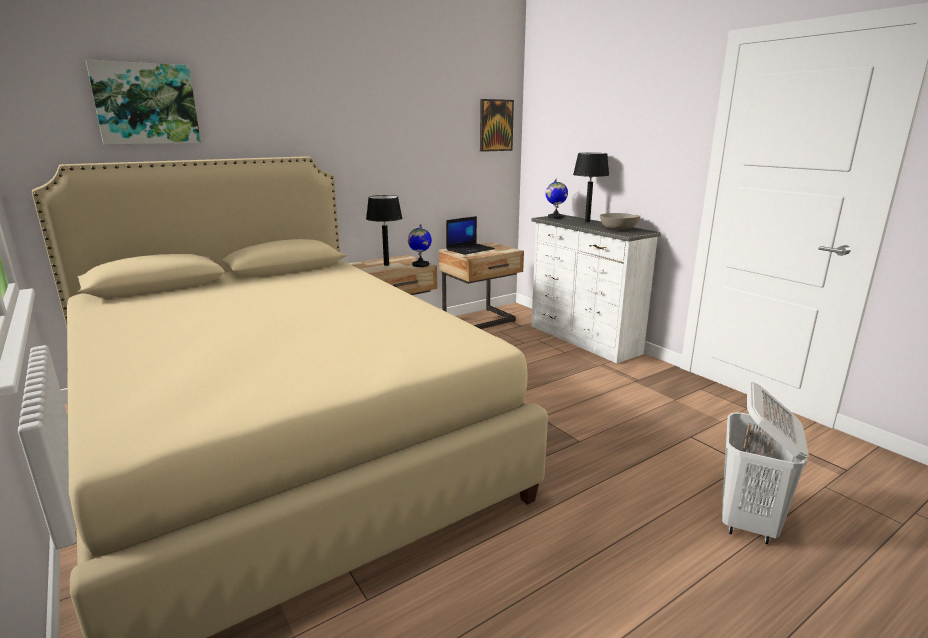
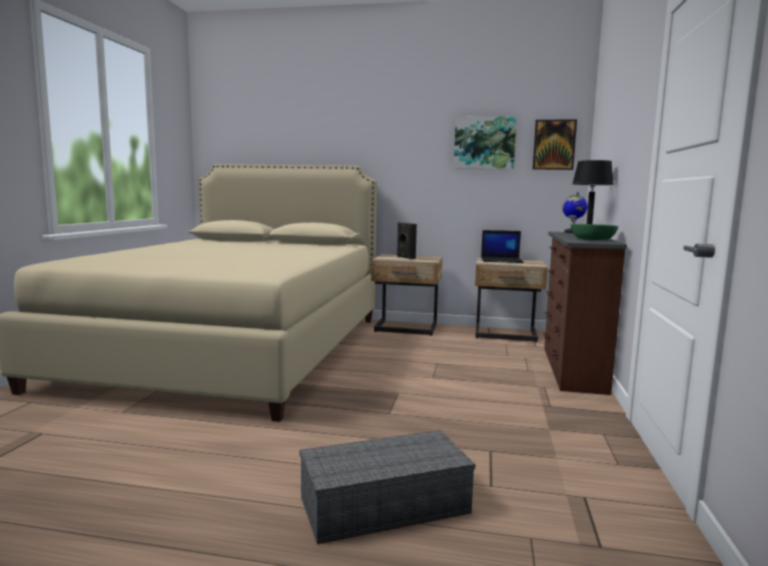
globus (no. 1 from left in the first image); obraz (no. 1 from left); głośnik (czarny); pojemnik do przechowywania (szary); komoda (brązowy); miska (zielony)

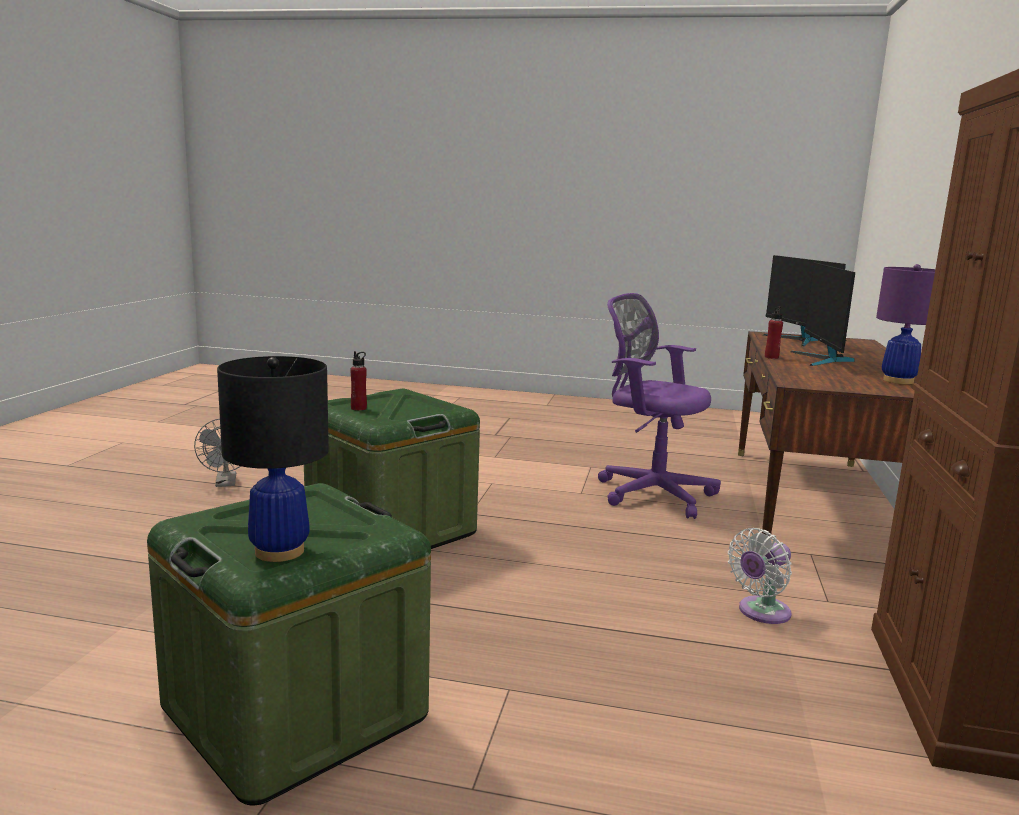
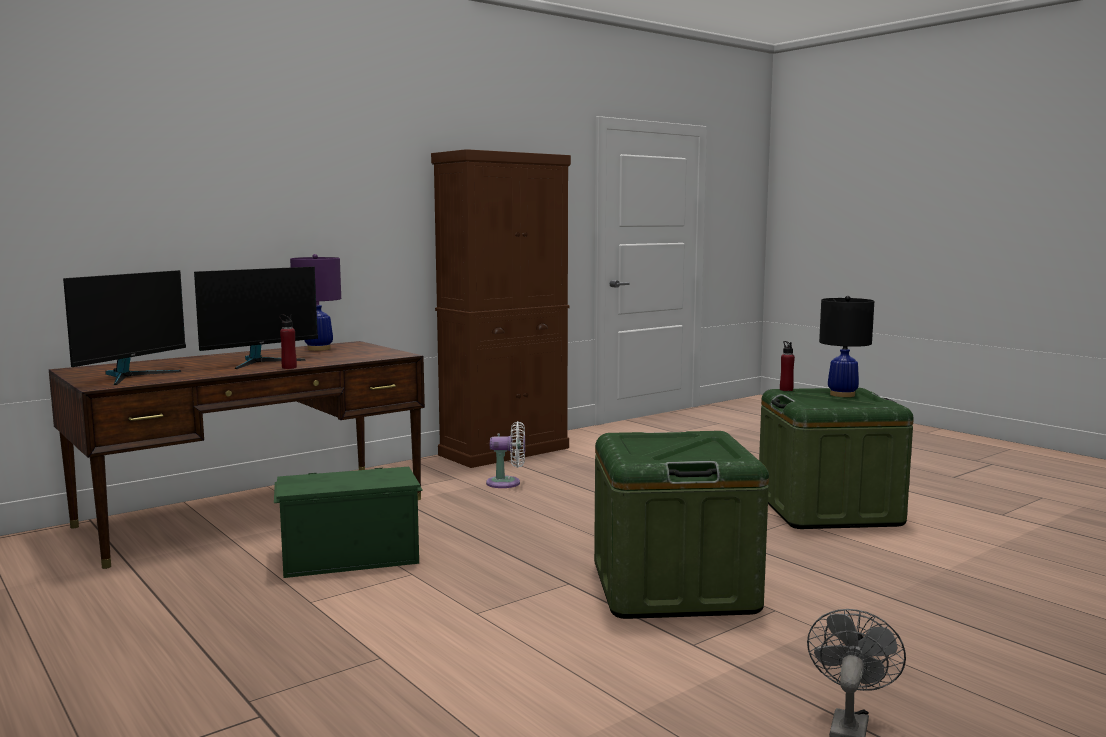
butelka (czerwony) (no. 2 from left); pojemnik do przechowywania (zielony) (no. 1 from left)

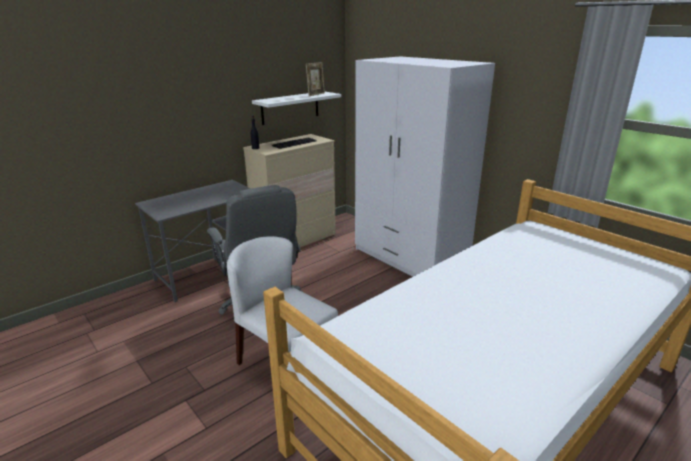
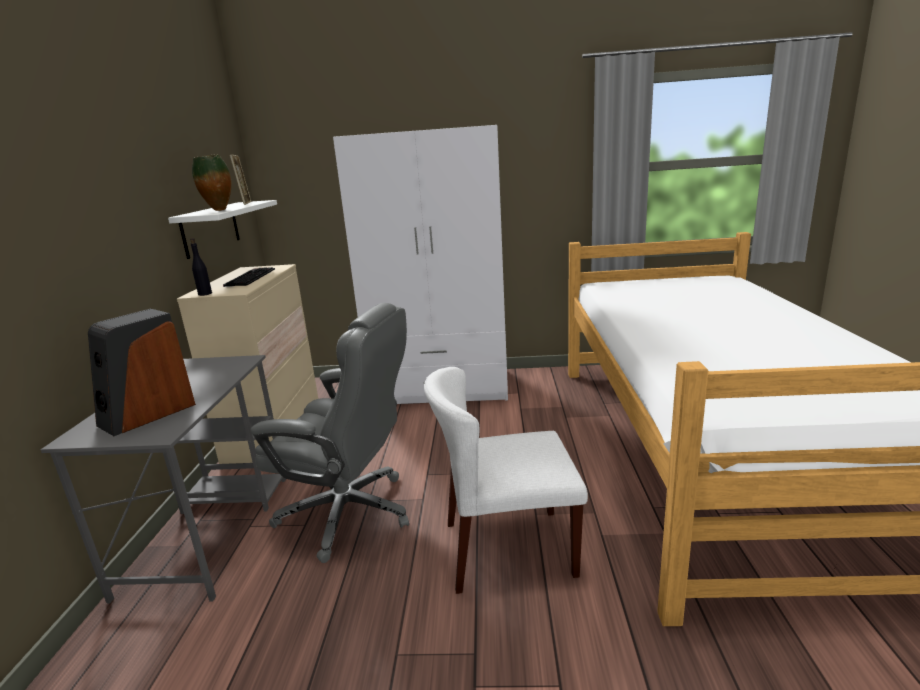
głośnik; wazon

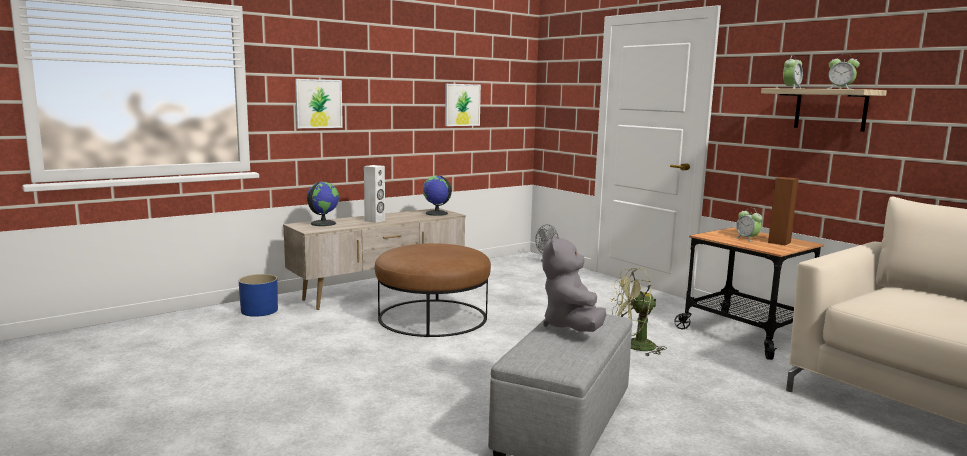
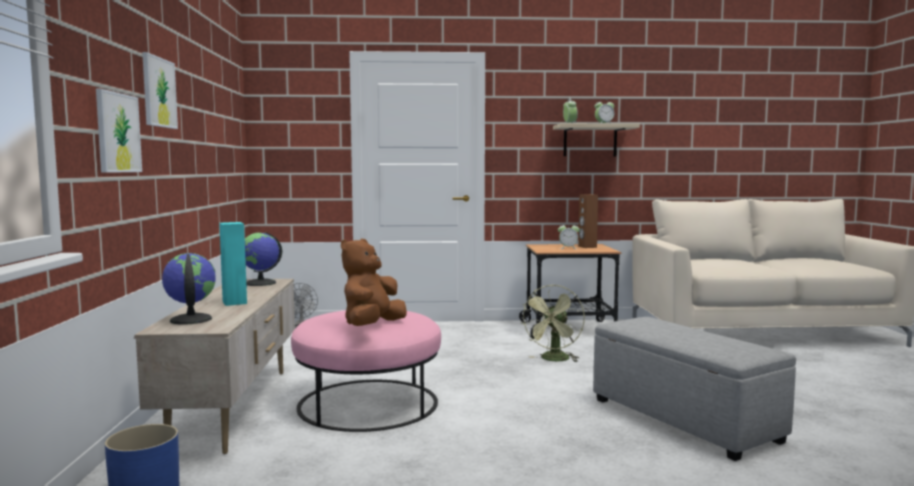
pluszak (szary); pluszak (brązowy); obraz (no. 2 from left); głośnik (turkusowy); pufa (różowy)

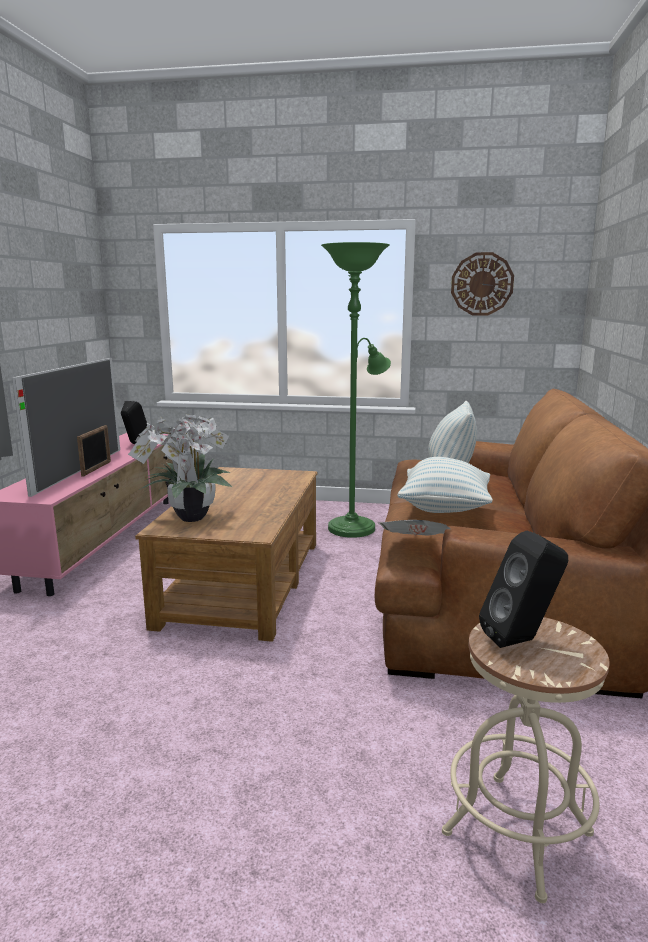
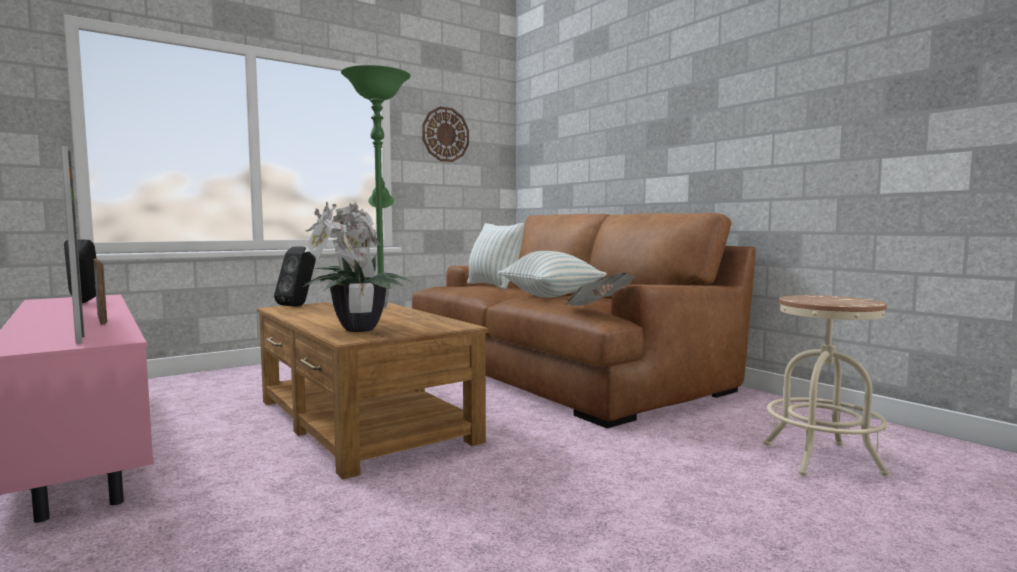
głośnik (czarny) (no. 2 from left)

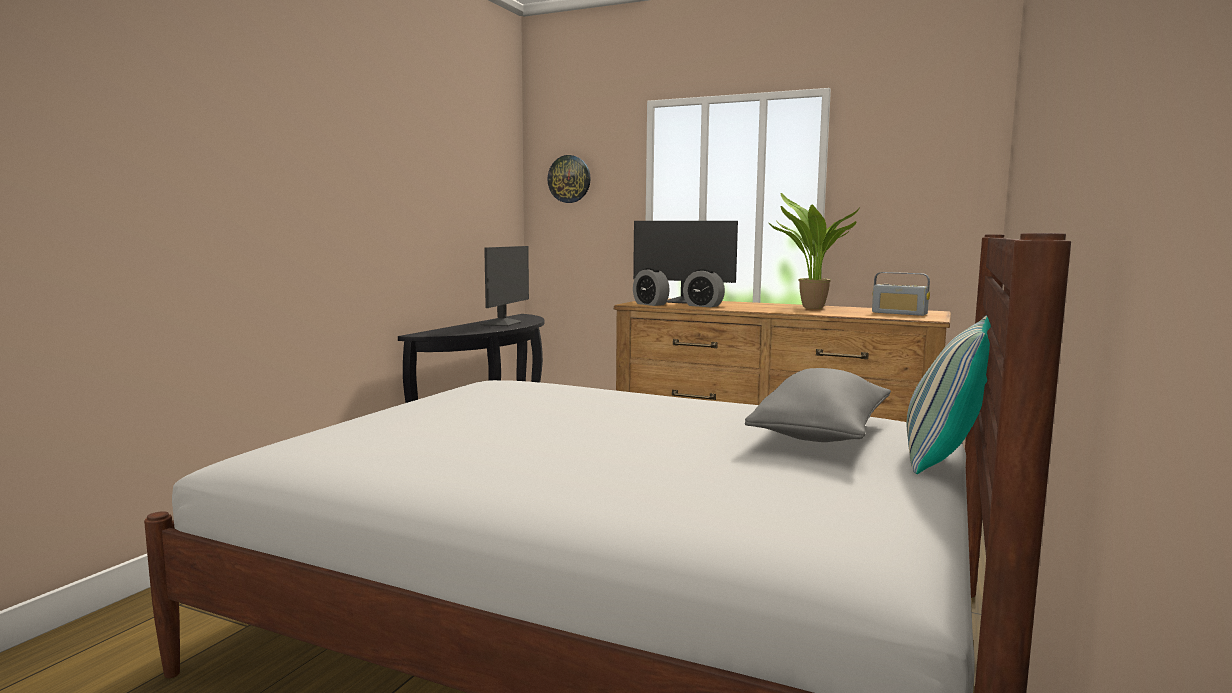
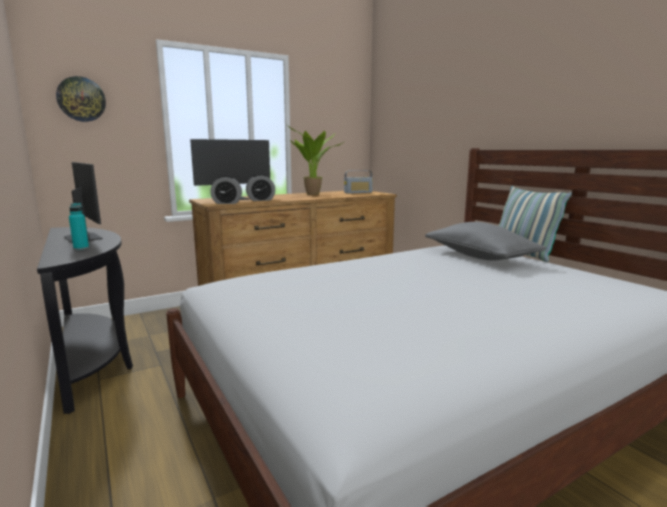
butelka (turkusowy)

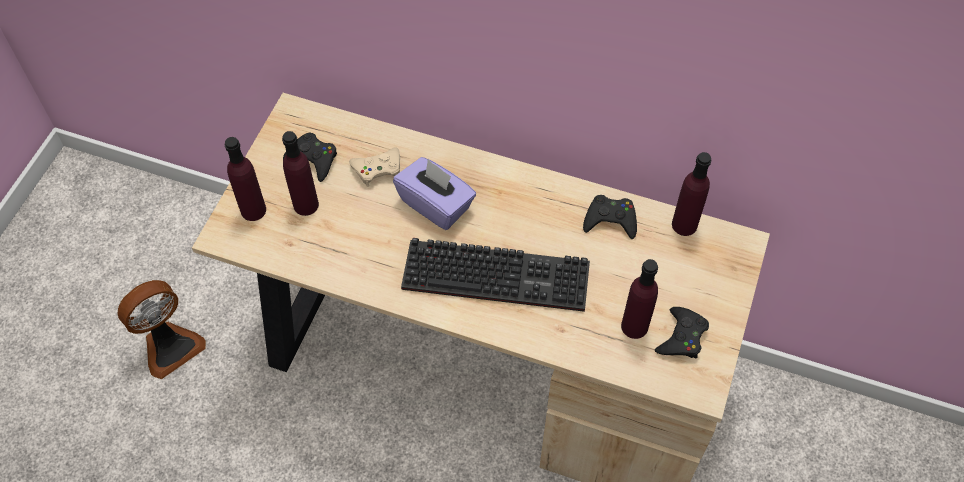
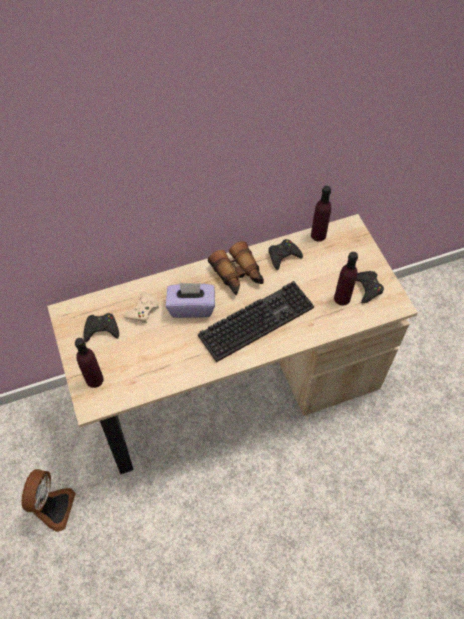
butelka (fioletowy) (no. 2 from left in the first image); lornetka

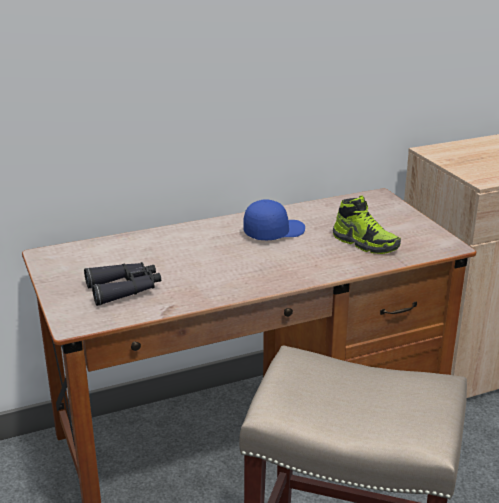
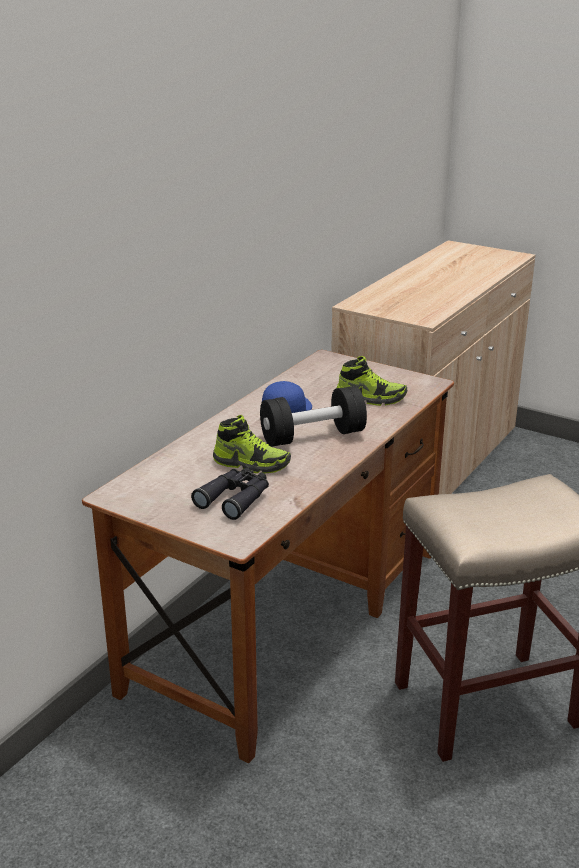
but (no. 1 from left); hantel (czarny)

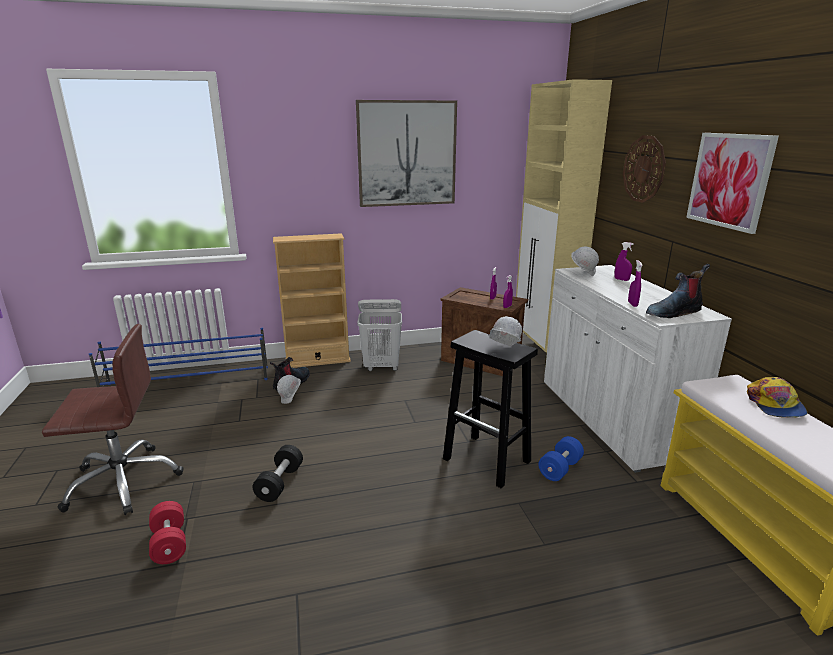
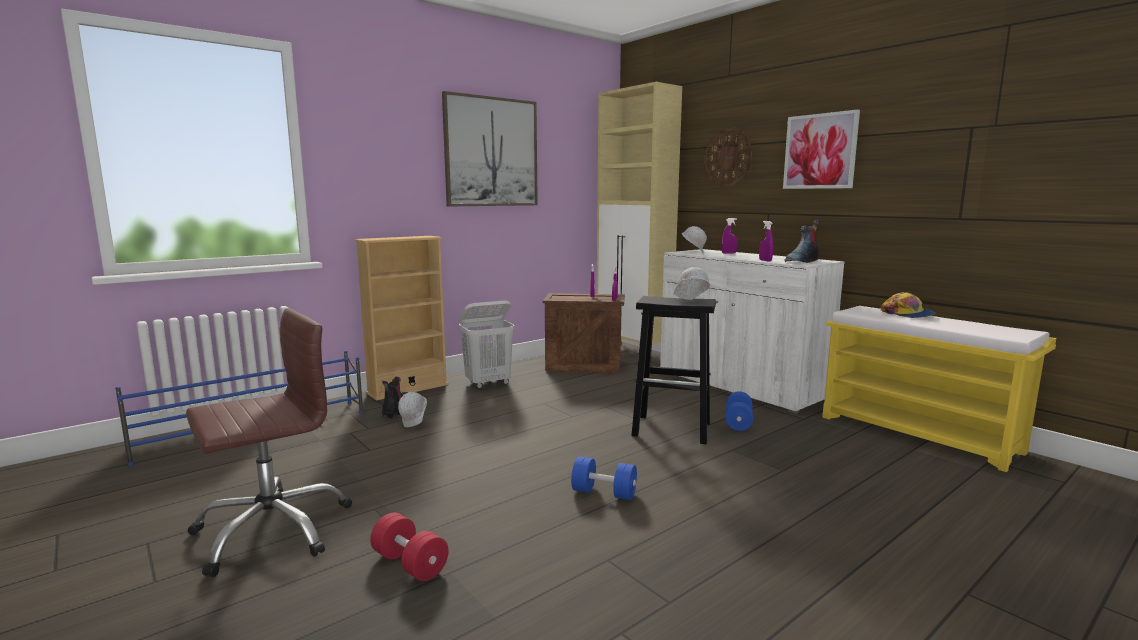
hantel (czarny); hantel (niebieski) (no. 1 from left)

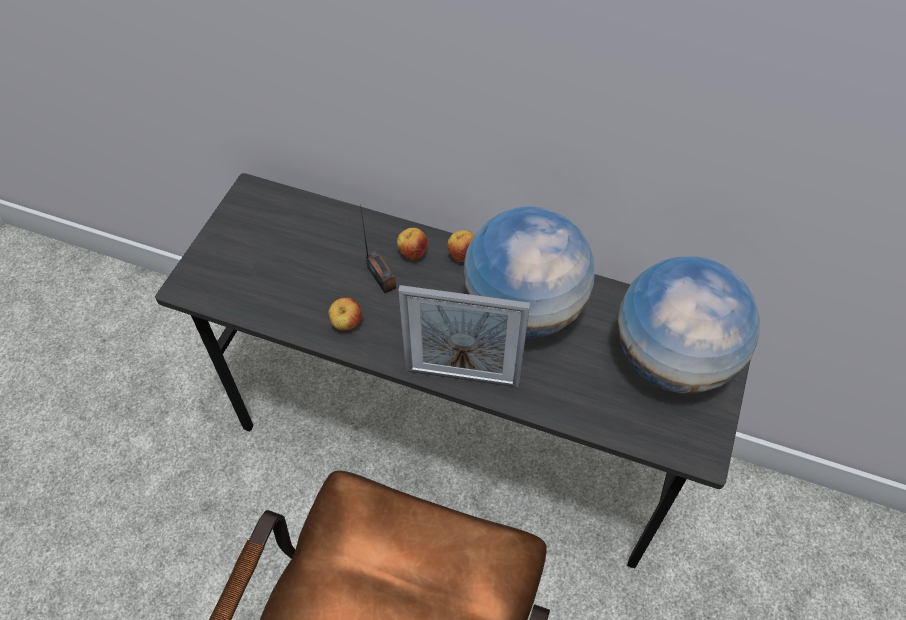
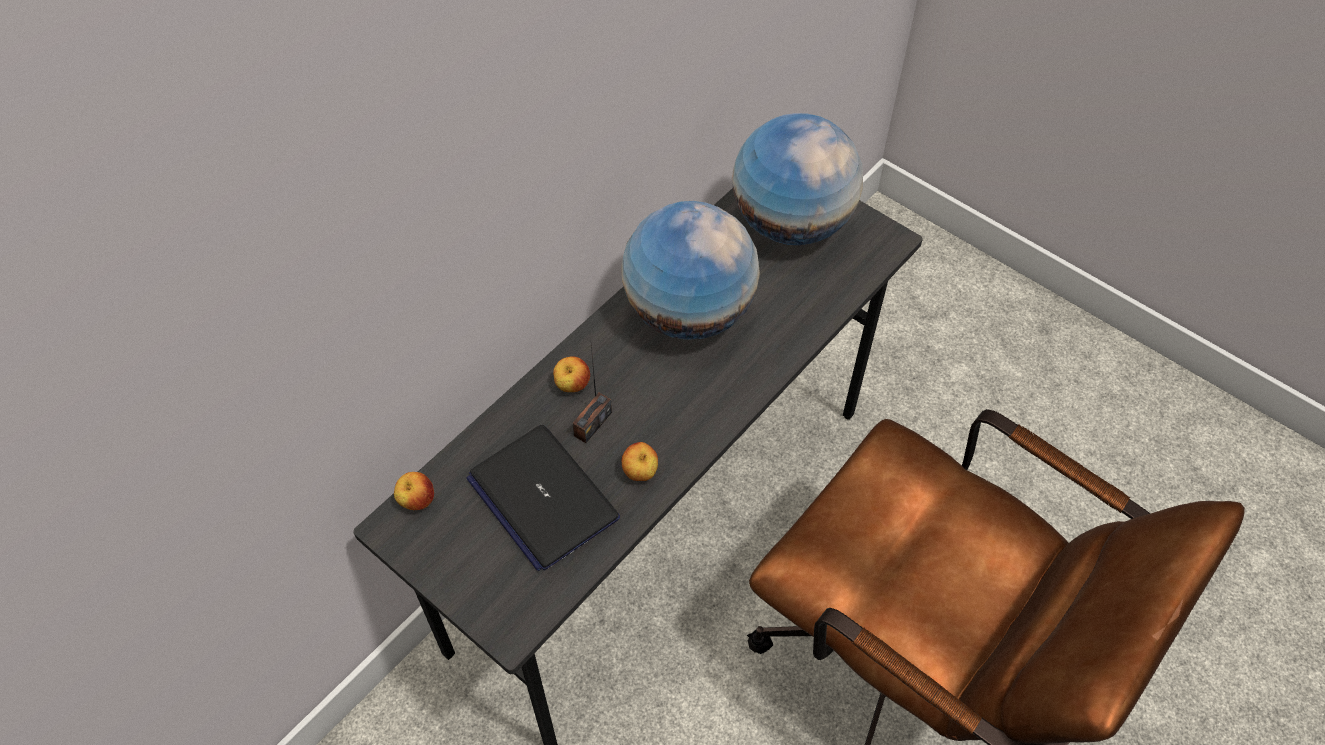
ramka na zdjęcie; laptop; jabłko (no. 1 from left); radio

